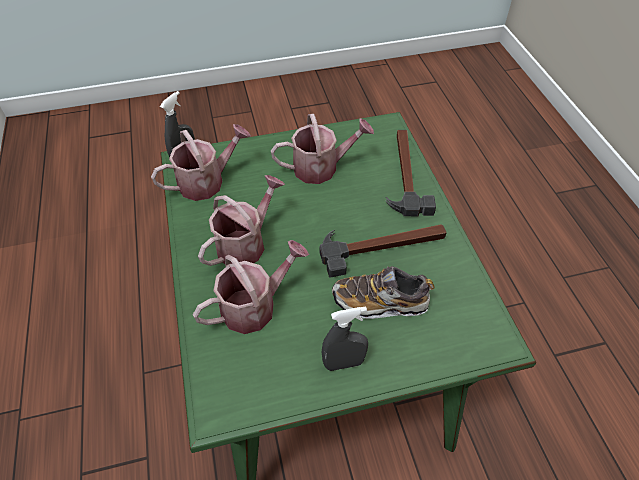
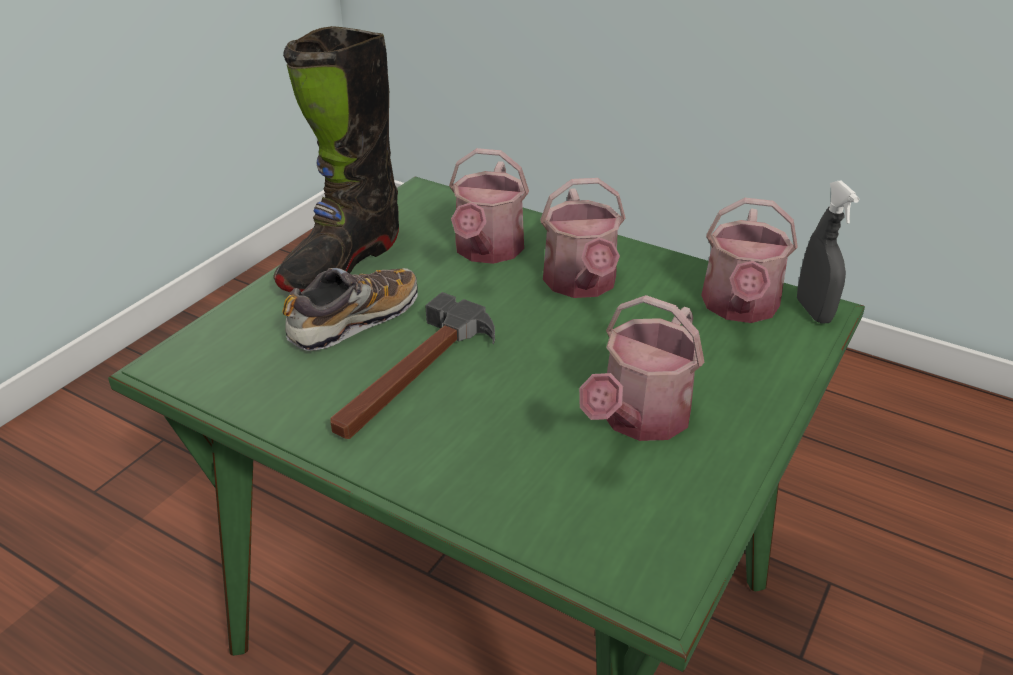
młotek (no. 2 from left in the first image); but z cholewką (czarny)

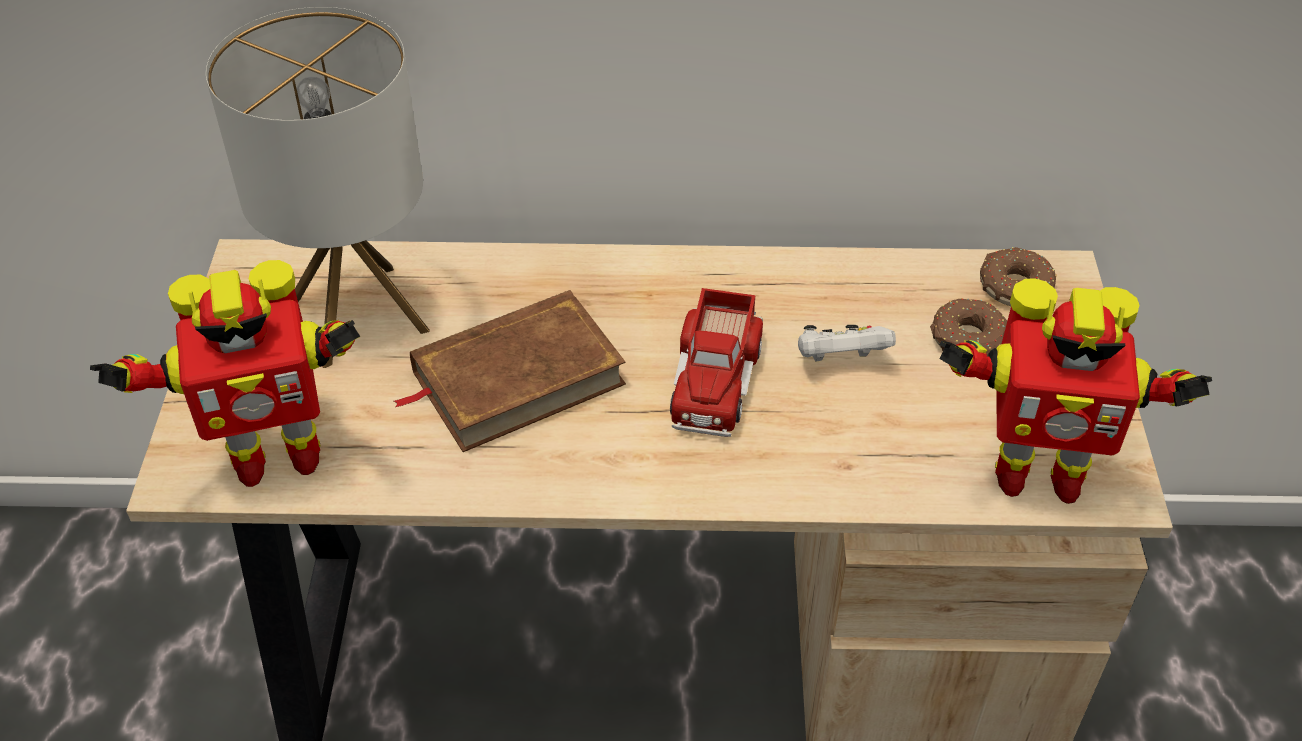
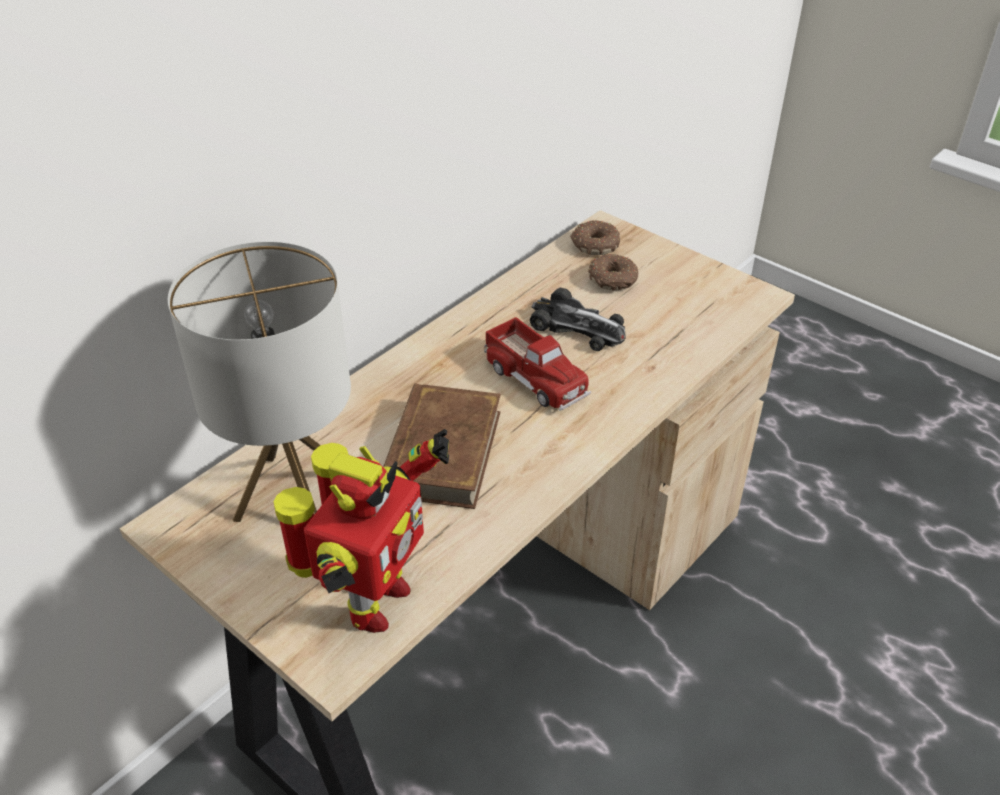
robot zabawkowy (no. 2 from left in the first image); samochodzik

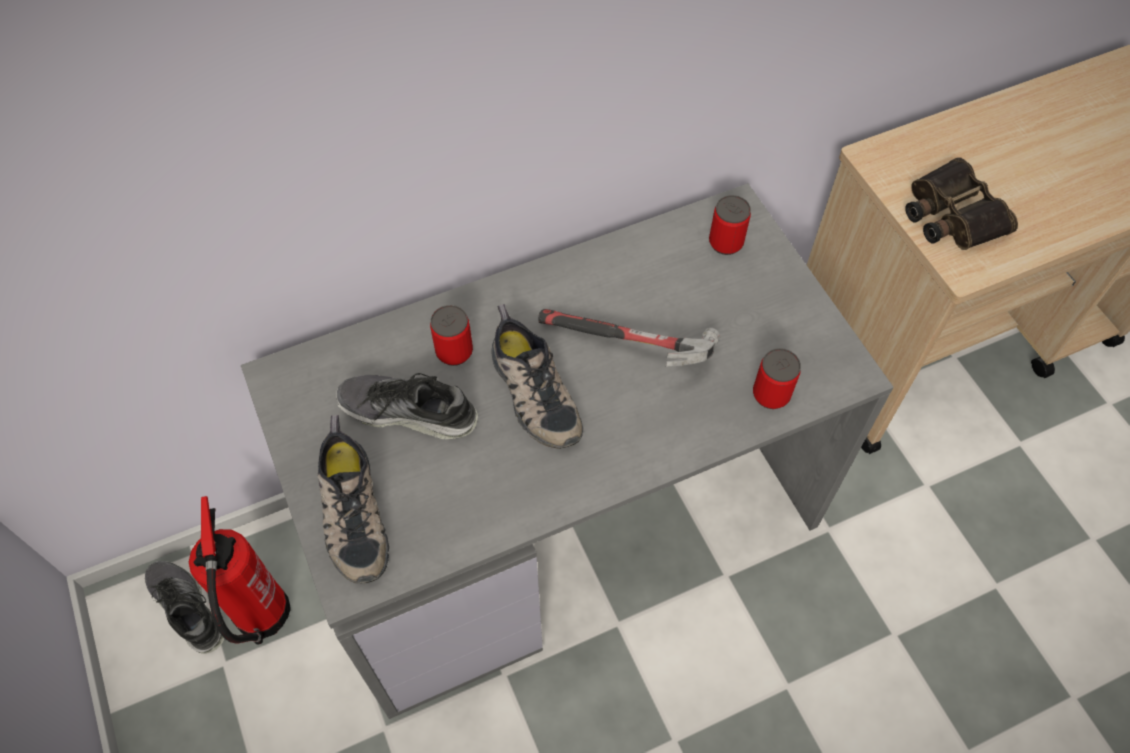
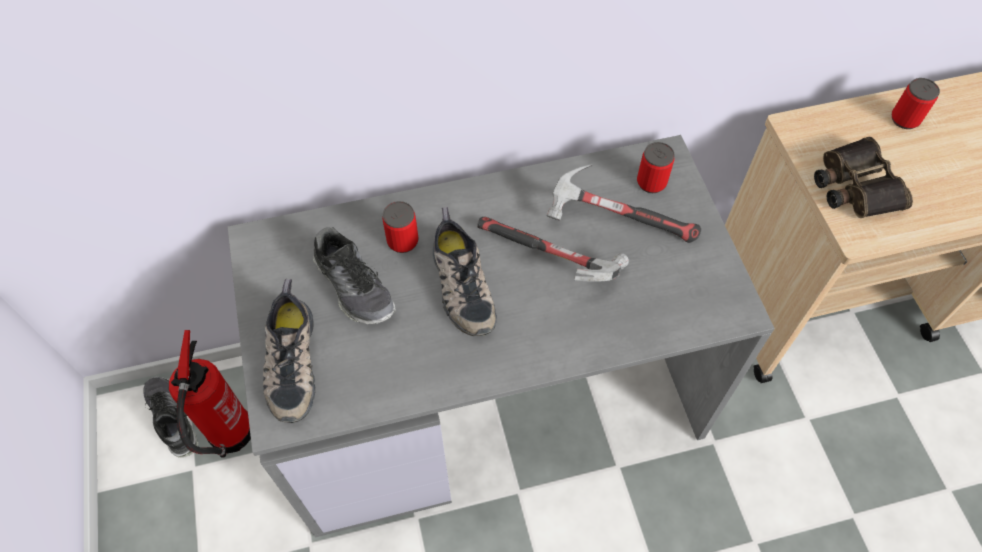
młotek (no. 2 from left); puszka (no. 3 from left); but (no. 3 from left)

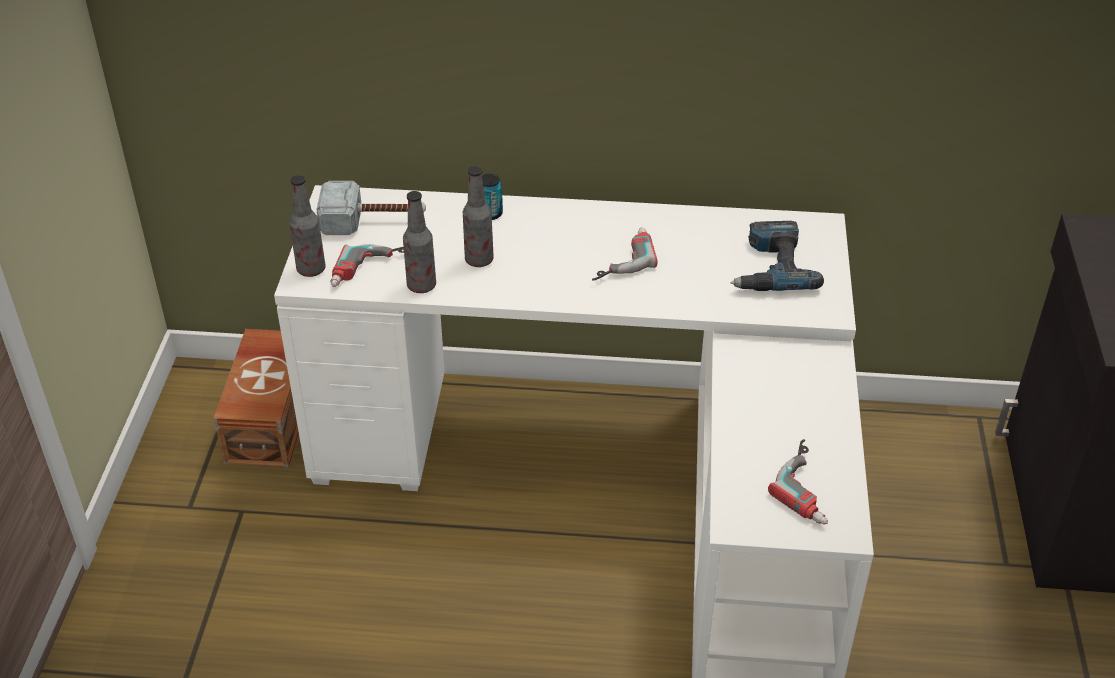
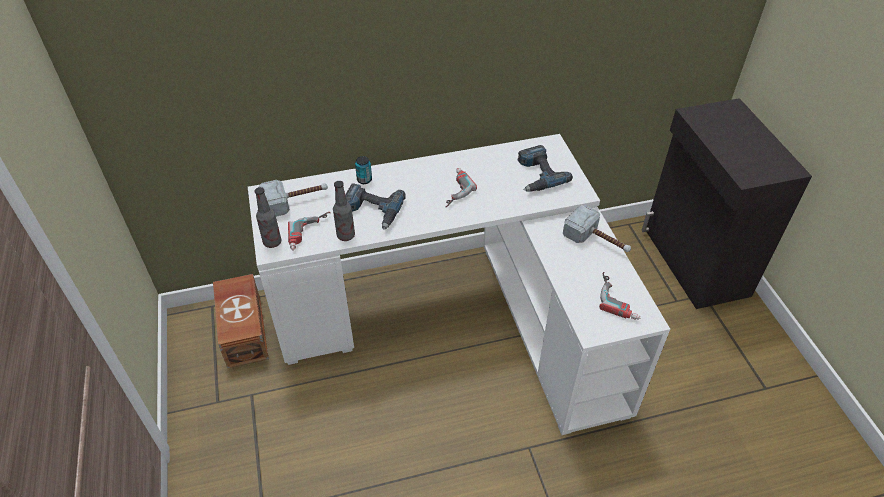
młotek (no. 2 from left); wiertarka (no. 2 from left)

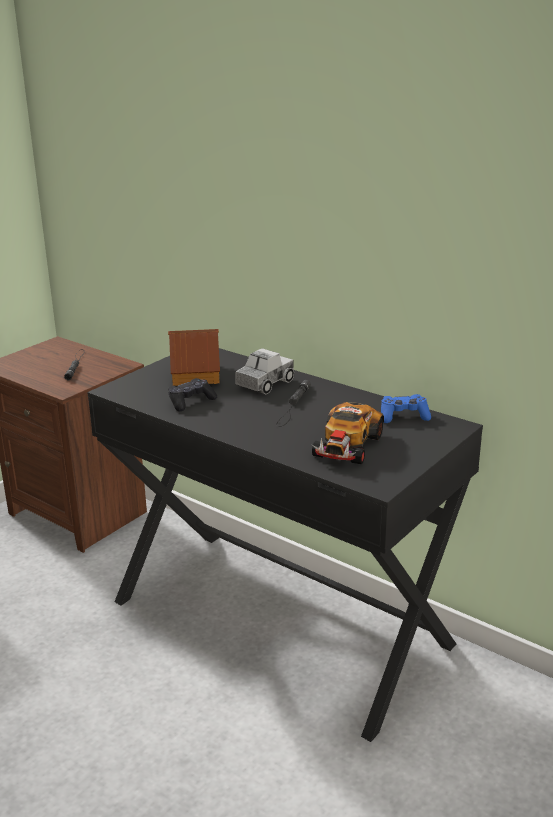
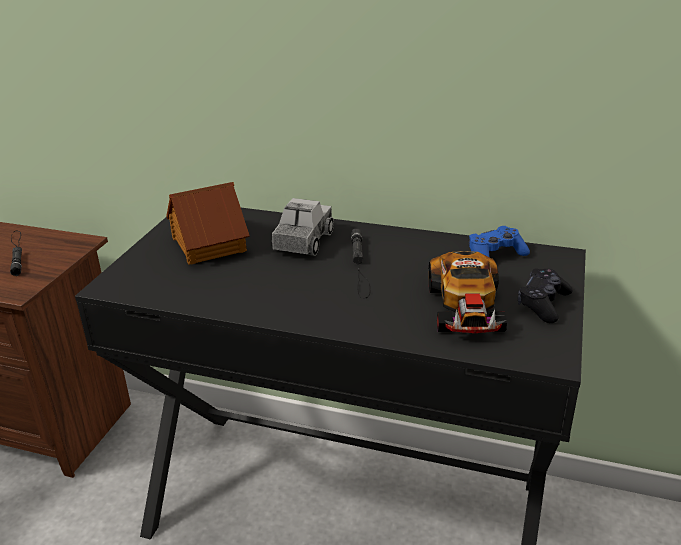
pad do gier (czarny)

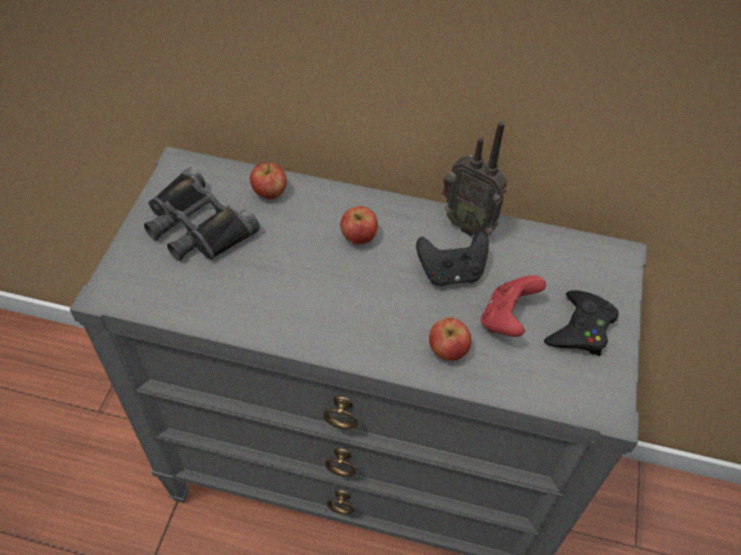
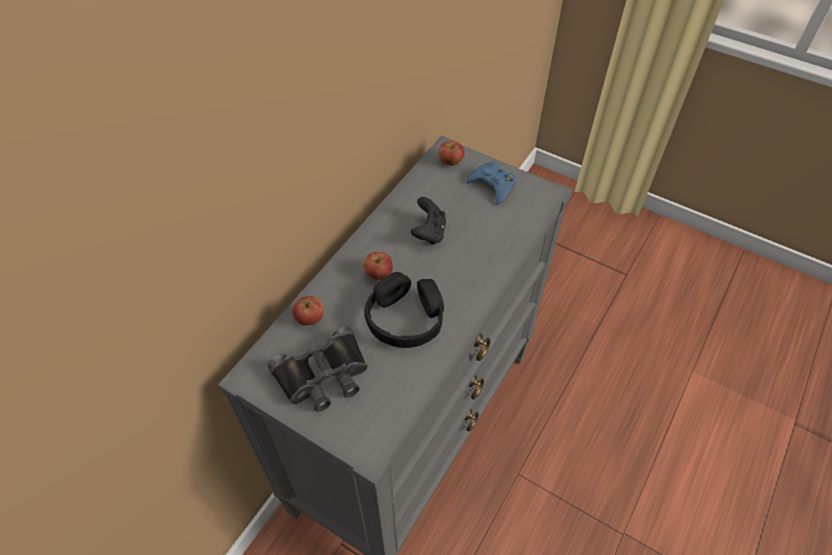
radio; pad do gier (czerwony); słuchawki (czarny); jabłko (no. 3 from left); pad do gier (niebieski)

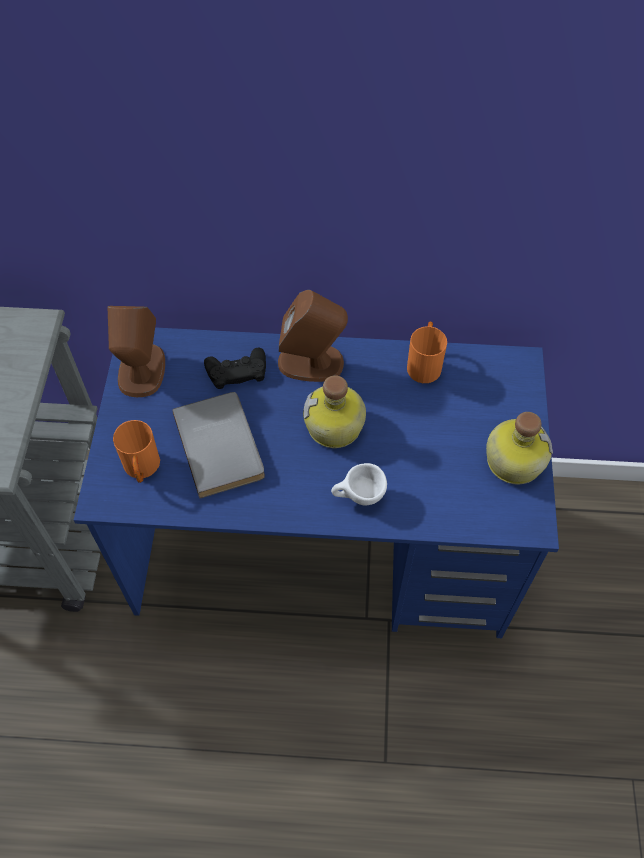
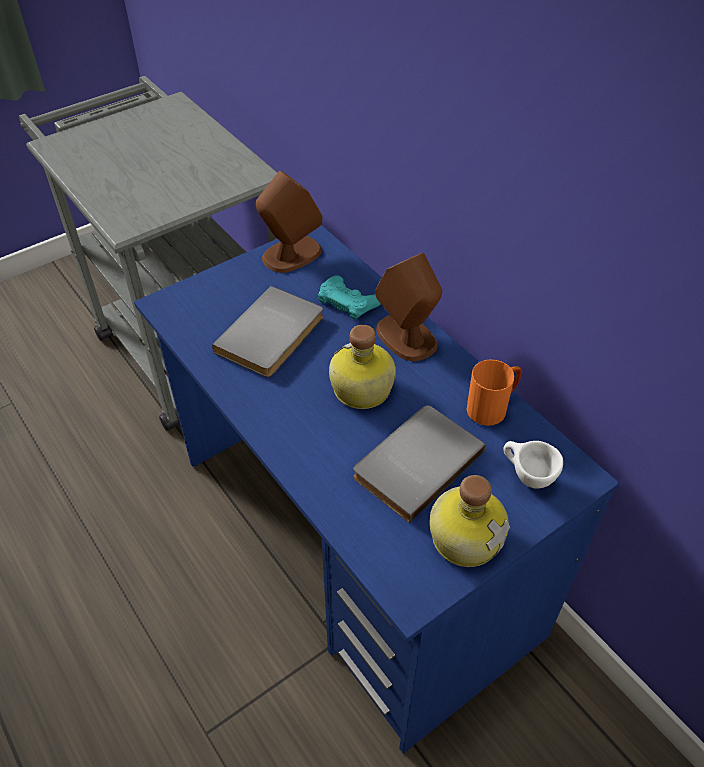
kubek (pomarańczowy) (no. 1 from left in the first image); książka (szary) (no. 2 from left); filiżanka (biały); pad do gier (turkusowy)

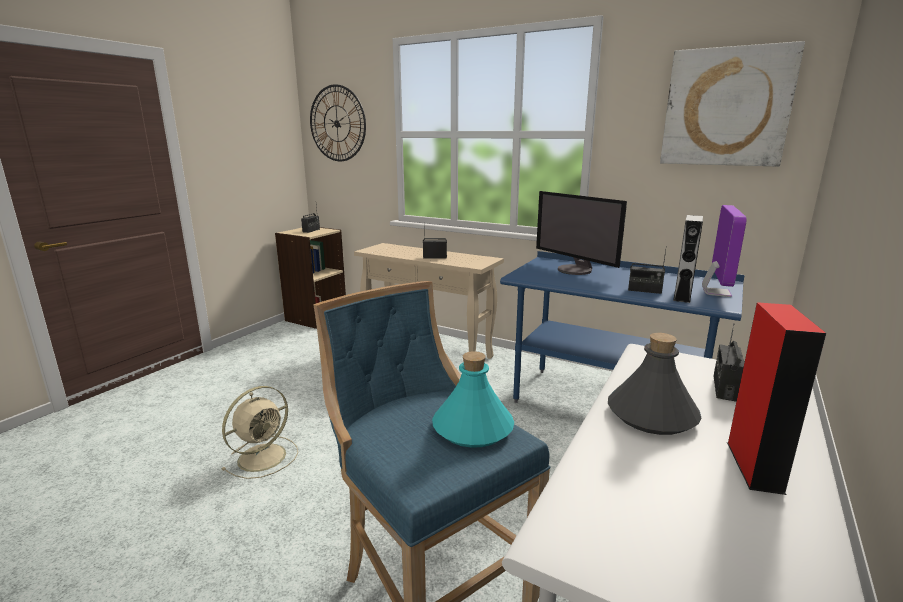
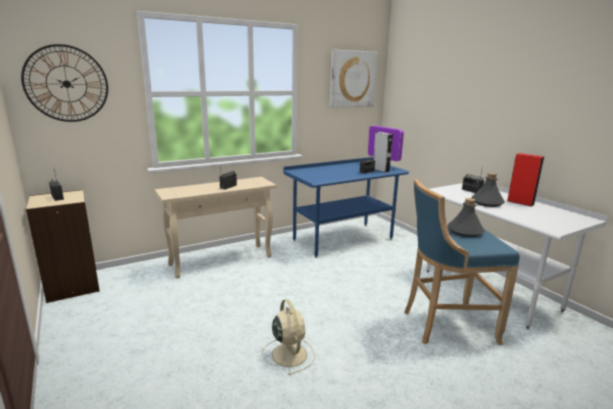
monitor (no. 1 from left in the first image); butelka (szary) (no. 1 from left)

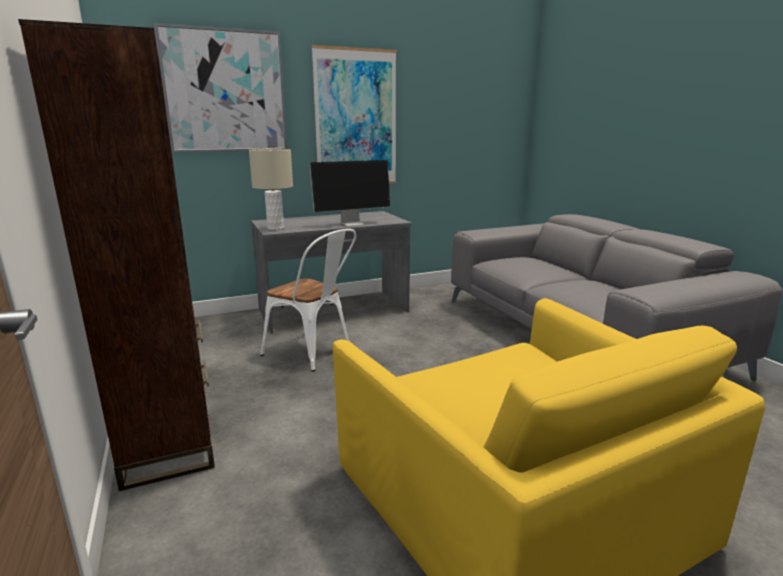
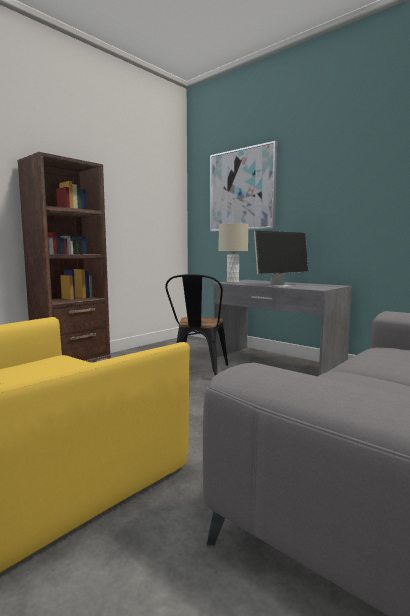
obraz (no. 2 from left in the first image); krzesło (czarny); monitor

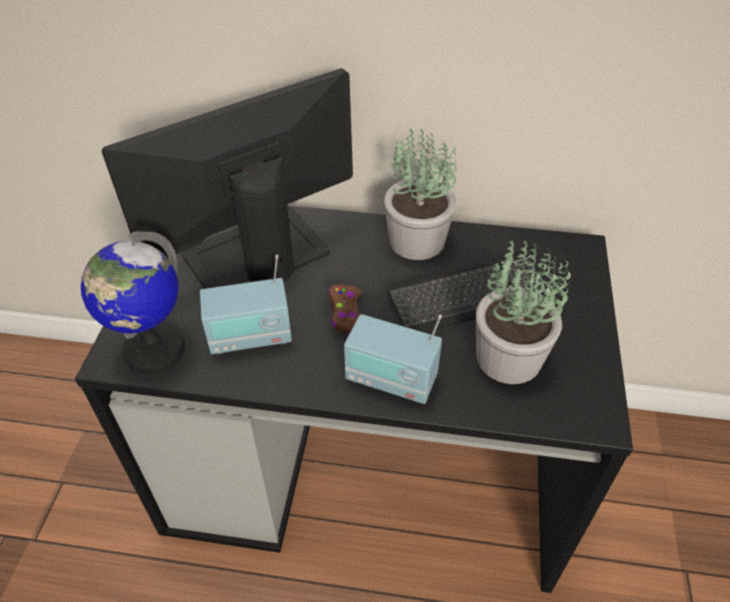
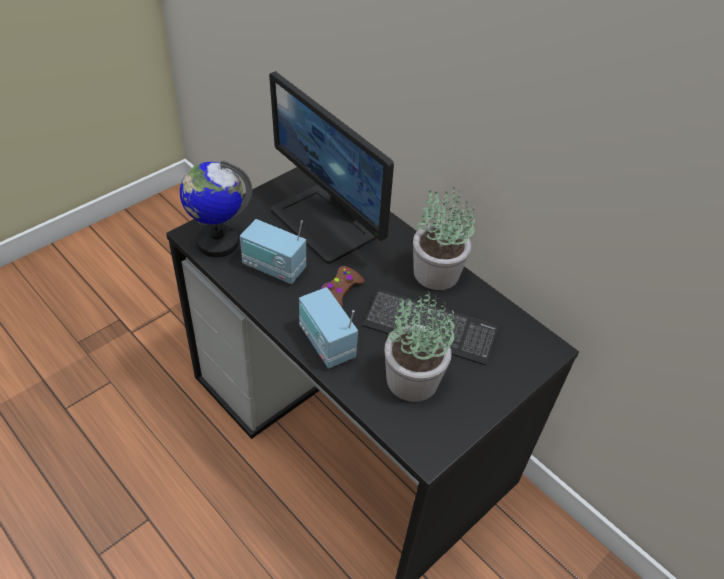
monitor

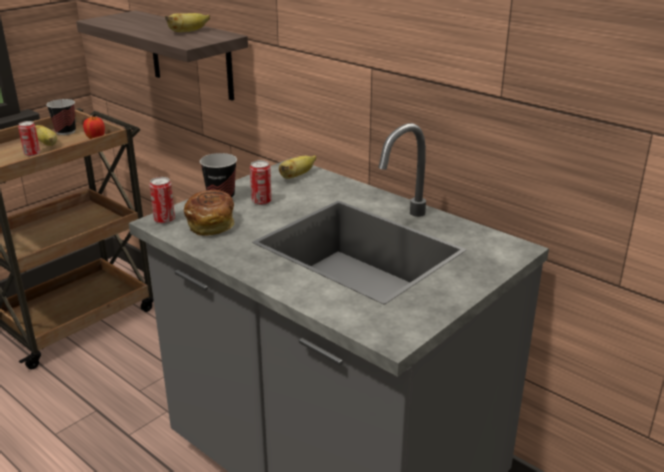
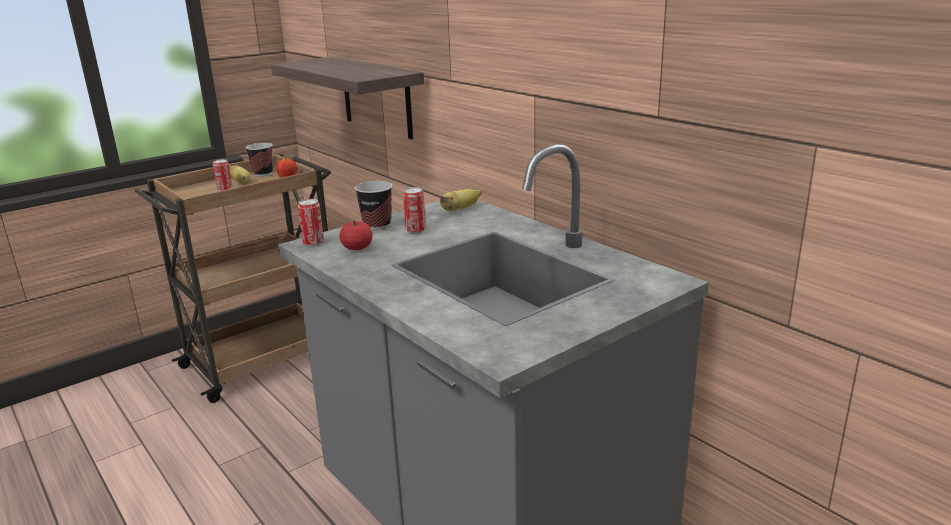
banan (no. 2 from left in the first image); pomidor

